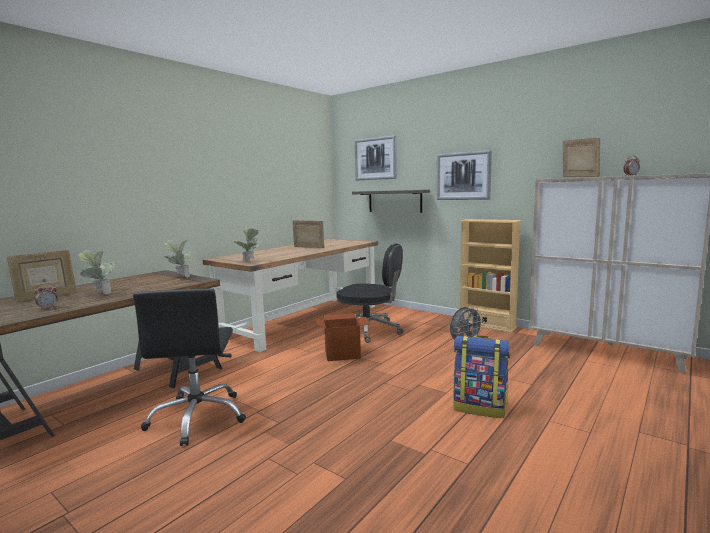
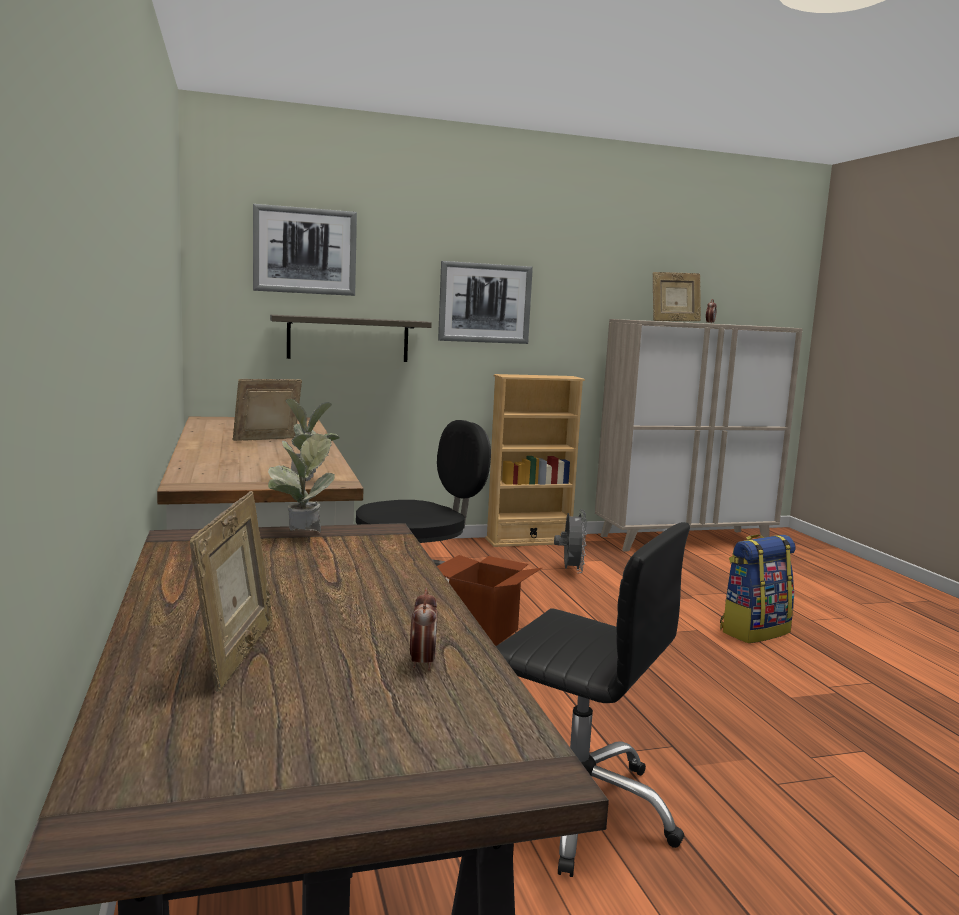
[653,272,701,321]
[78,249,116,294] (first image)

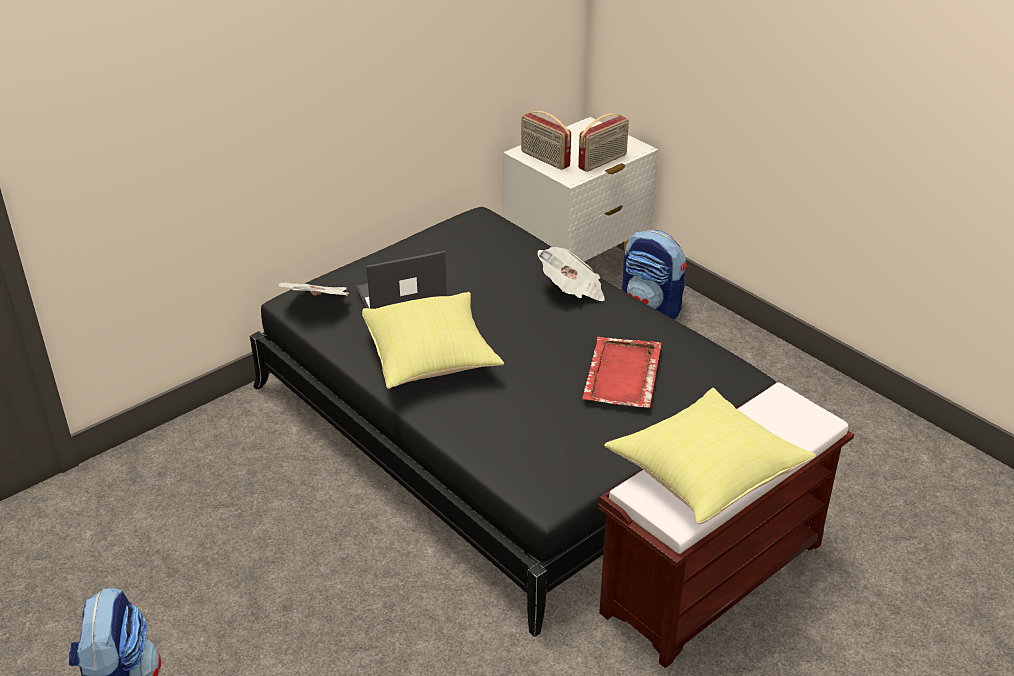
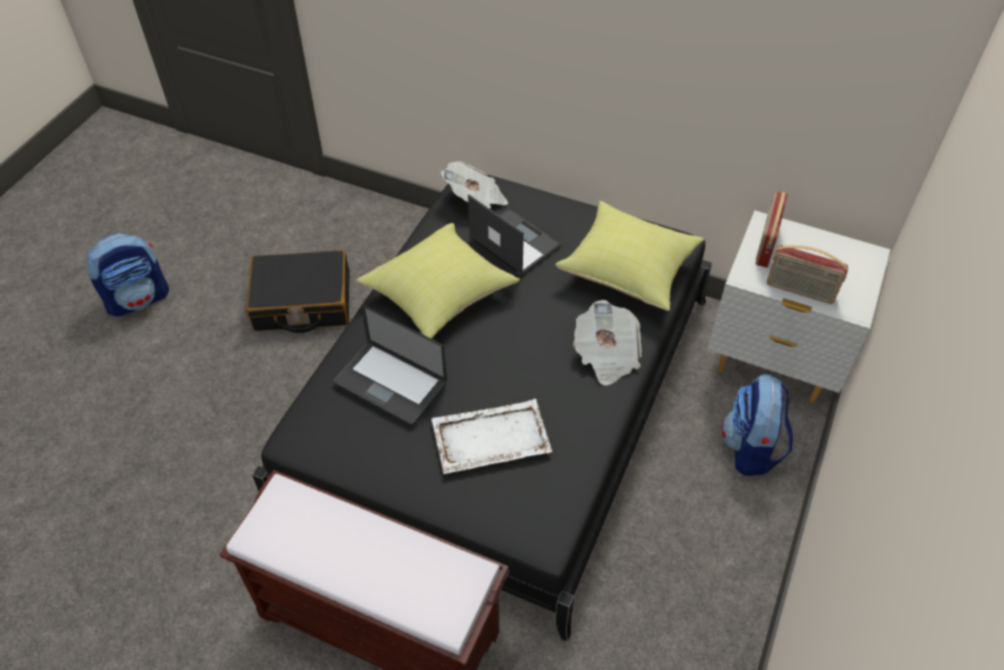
[431,398,552,474]
[555,201,704,311]
[246,250,349,333]
[333,305,447,426]

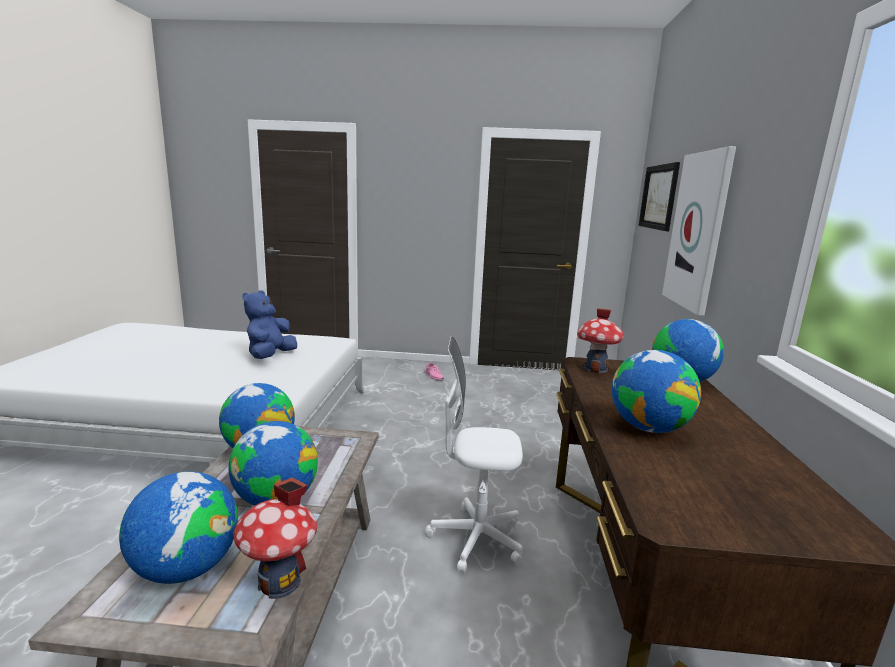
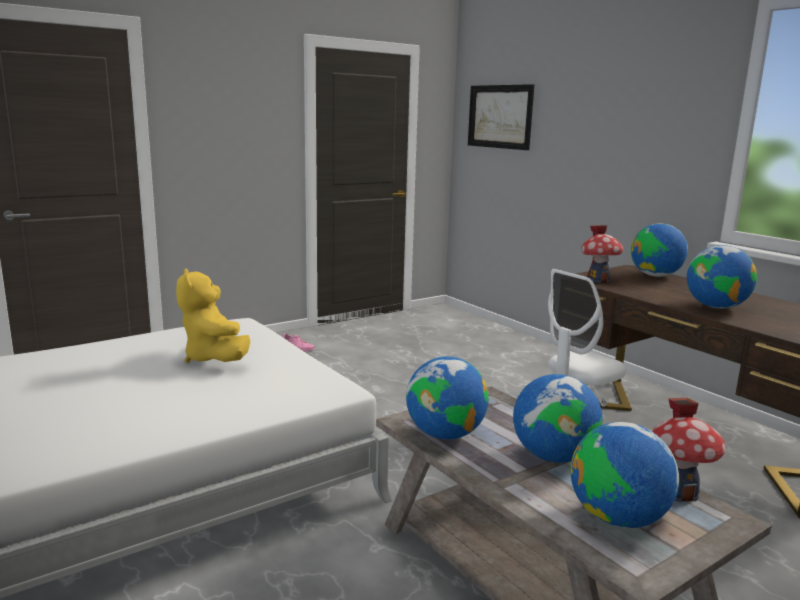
[662,146,736,316] (first image)
[176,269,250,363]

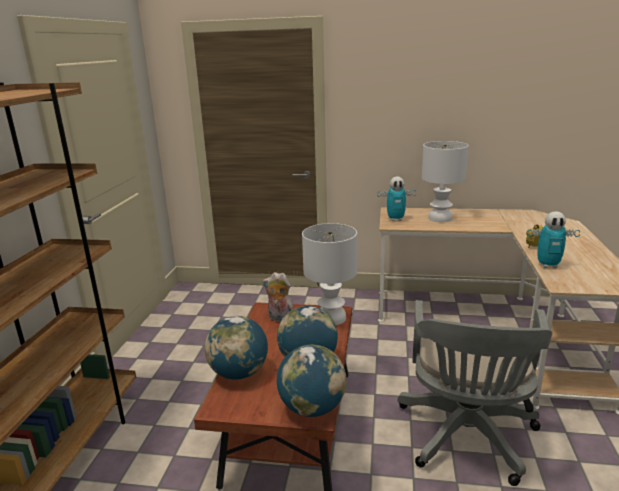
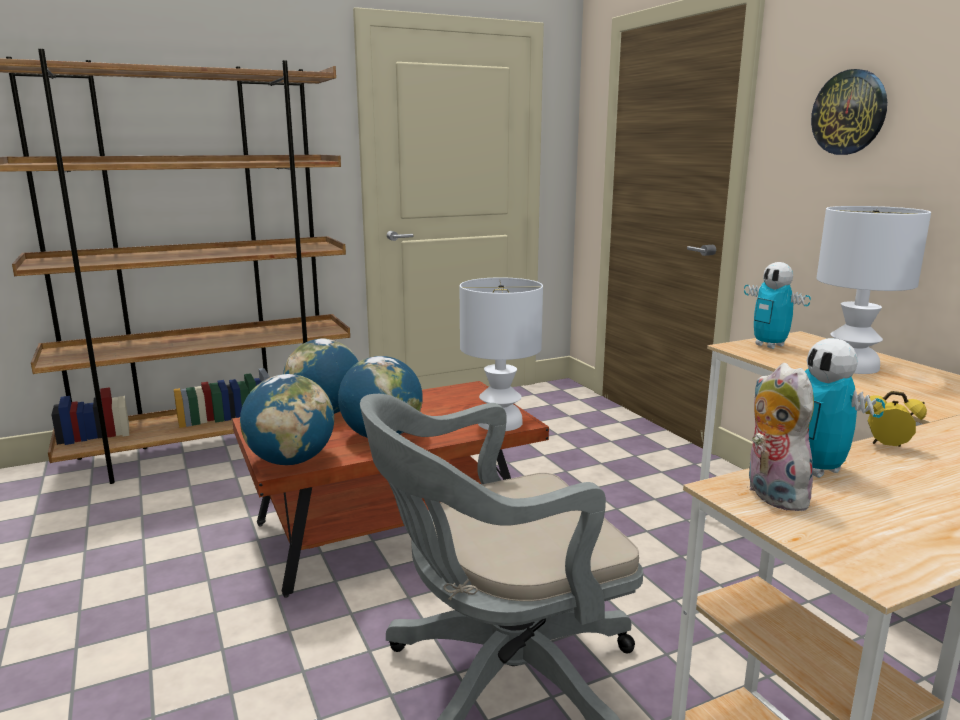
[749,363,818,511]
[811,69,887,155]

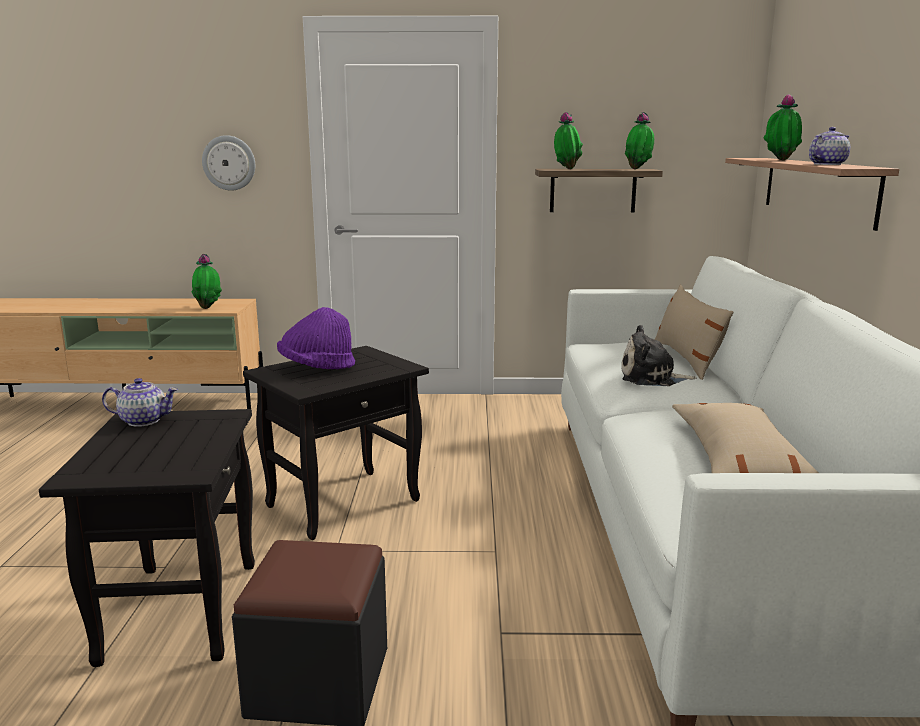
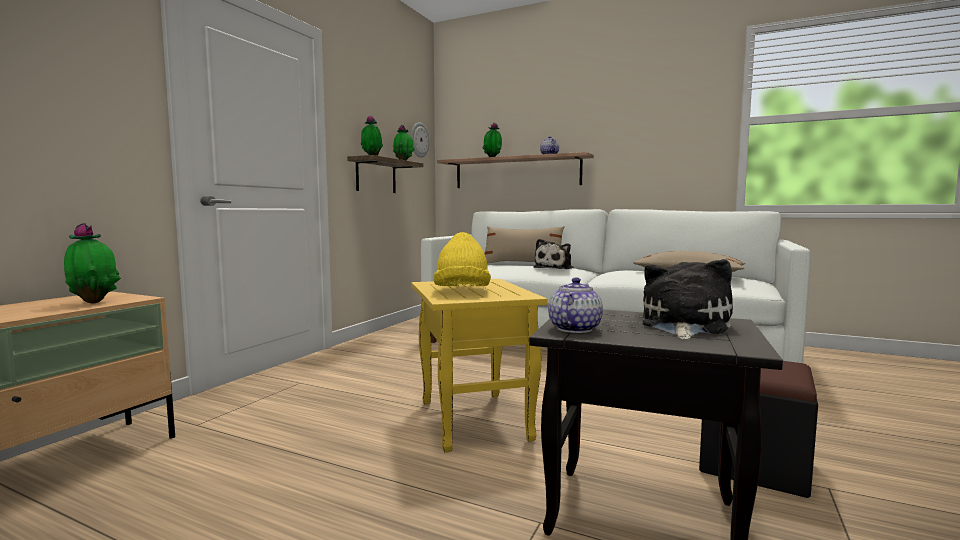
[411,122,430,158]
[434,232,491,286]
[411,279,548,453]
[643,259,733,340]

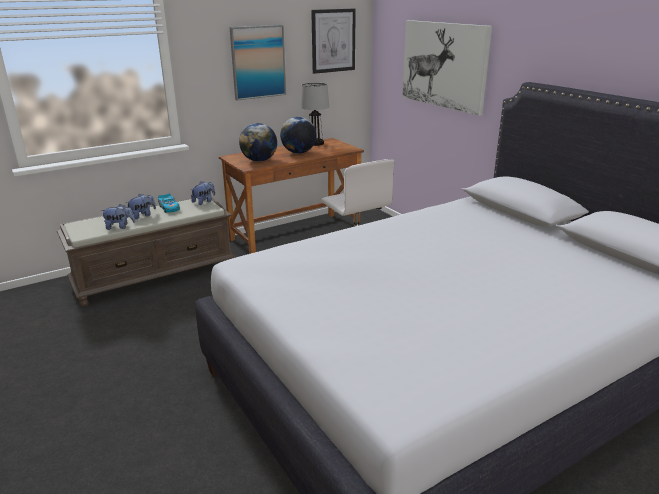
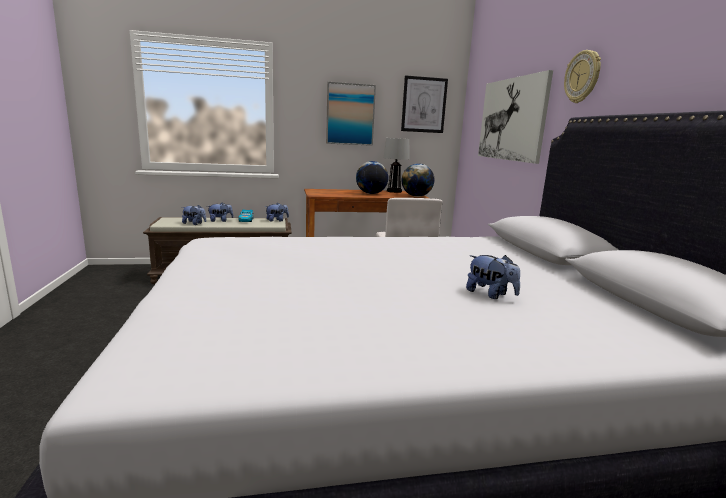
[401,163,434,197]
[564,50,601,103]
[466,255,520,299]

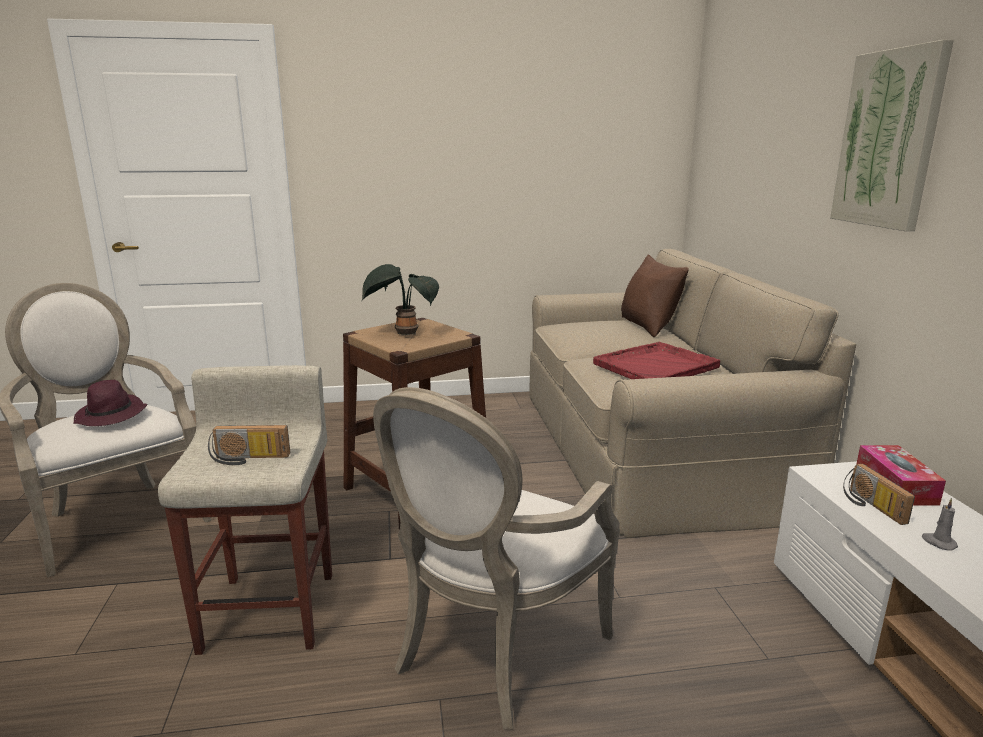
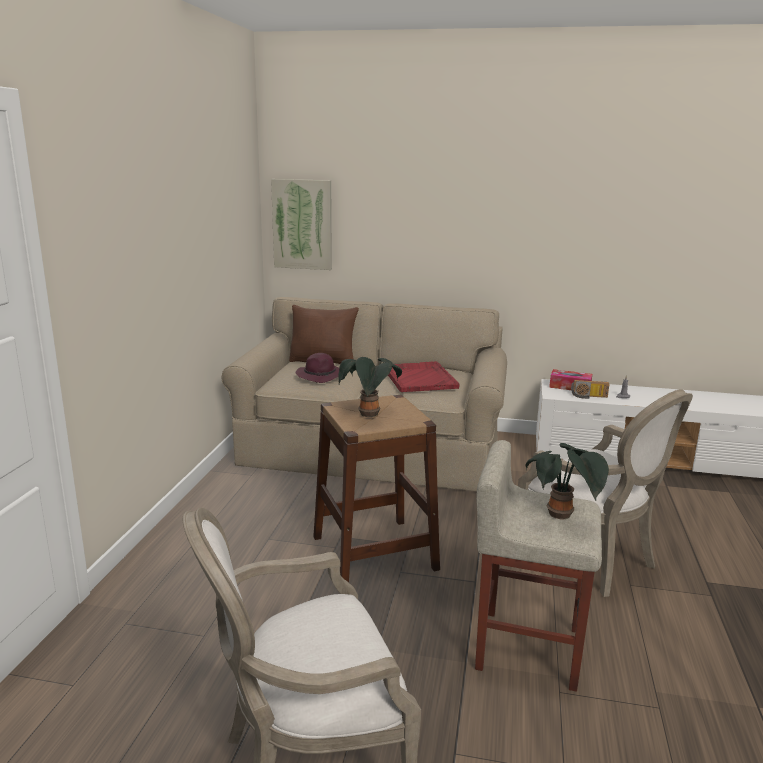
[271,179,332,270]
[296,353,339,383]
[525,443,609,519]

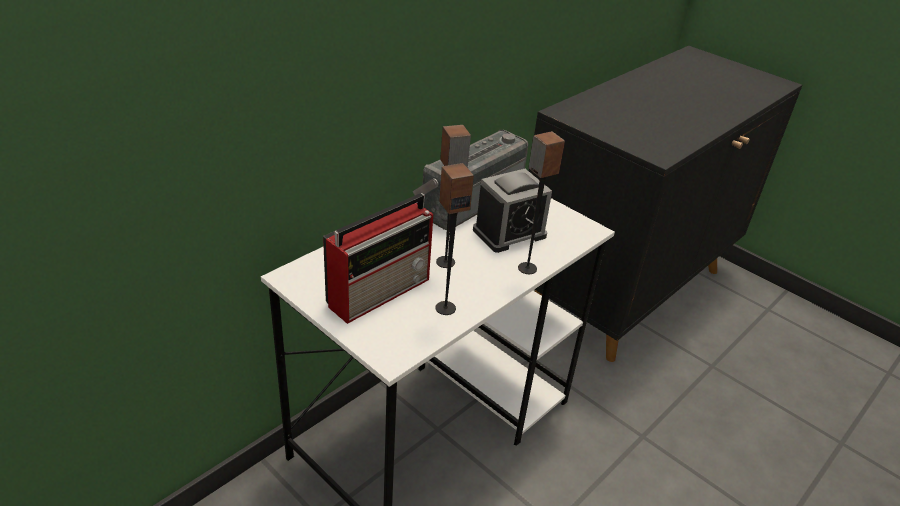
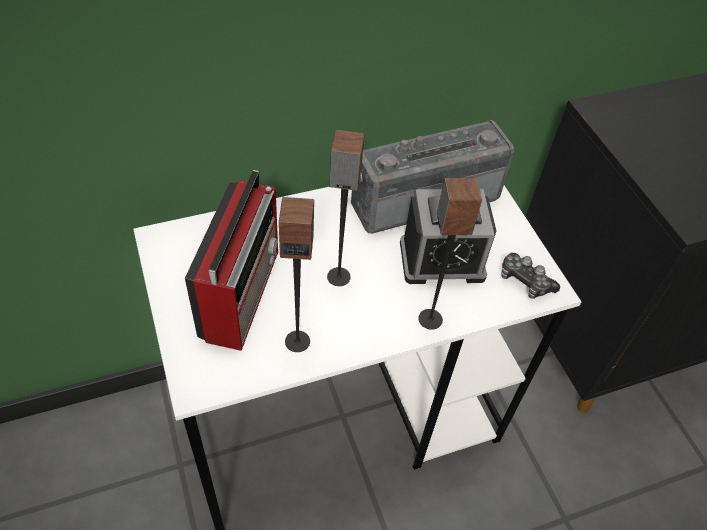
[185,170,278,351]
[501,253,560,299]

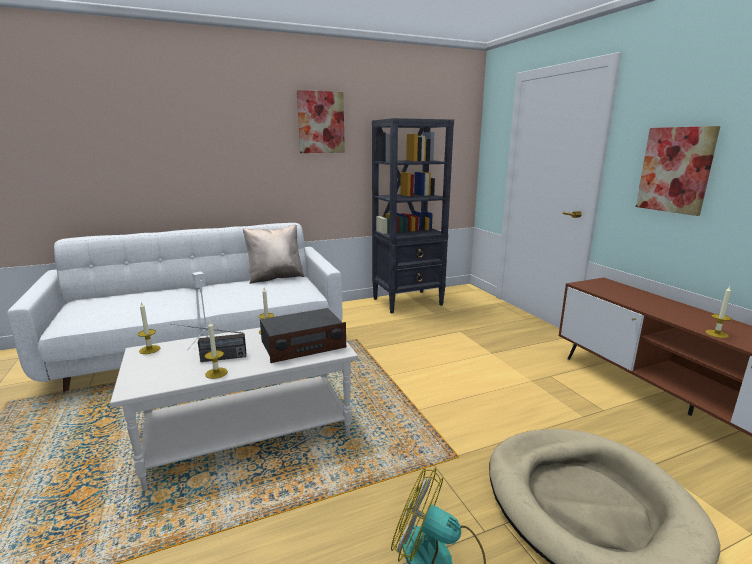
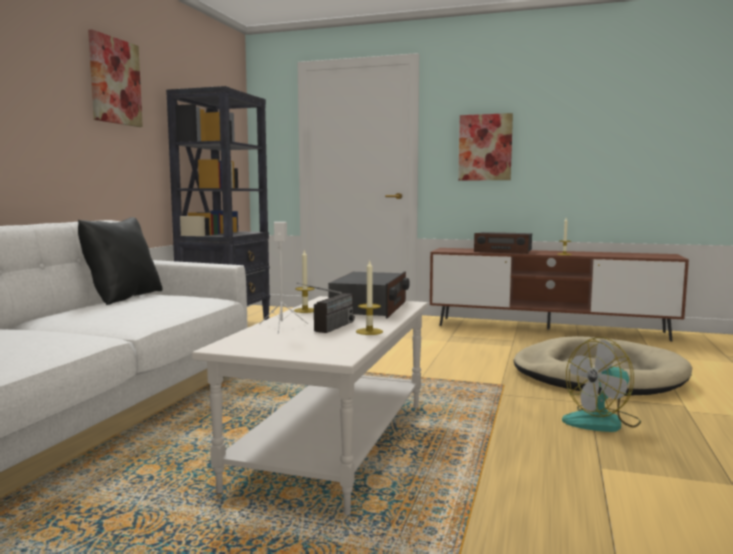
[78,217,162,305]
[138,302,160,354] (first image)
[474,232,532,254]

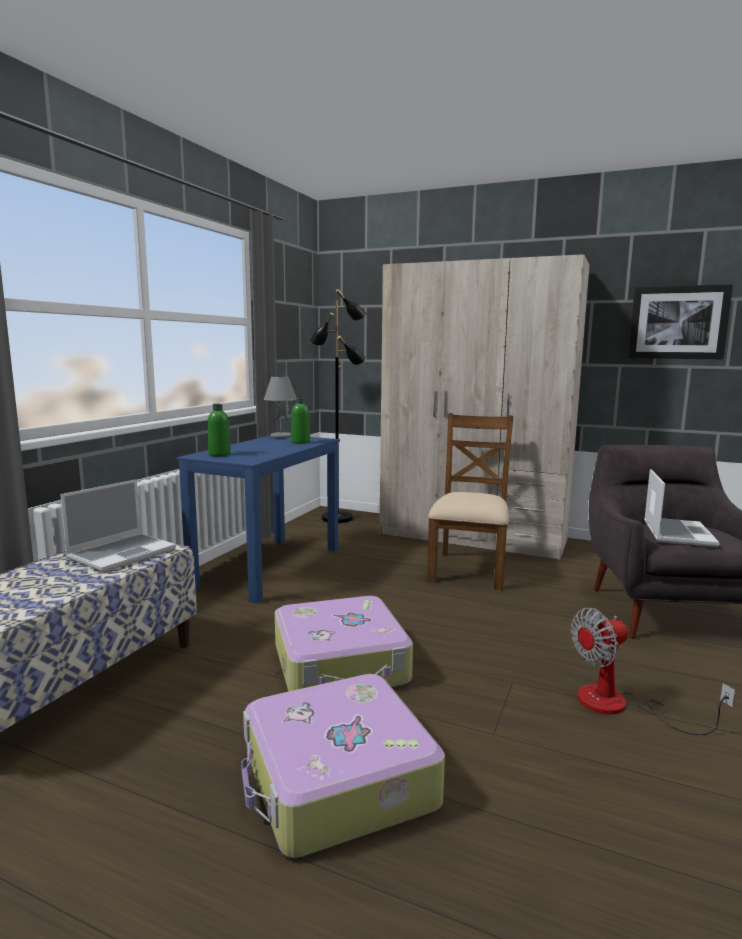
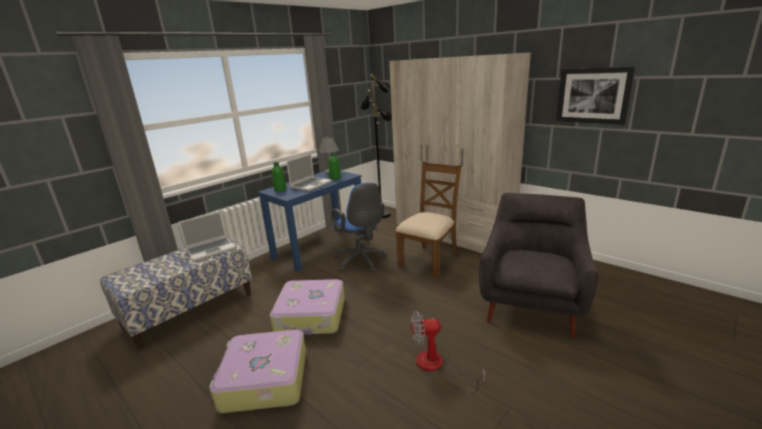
[286,154,332,191]
[331,183,387,272]

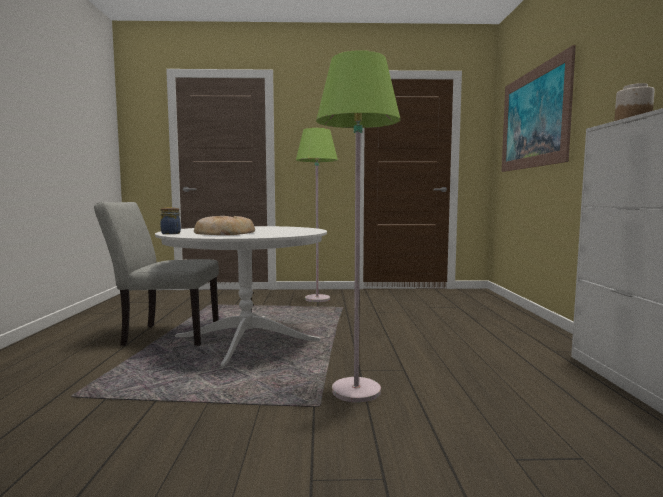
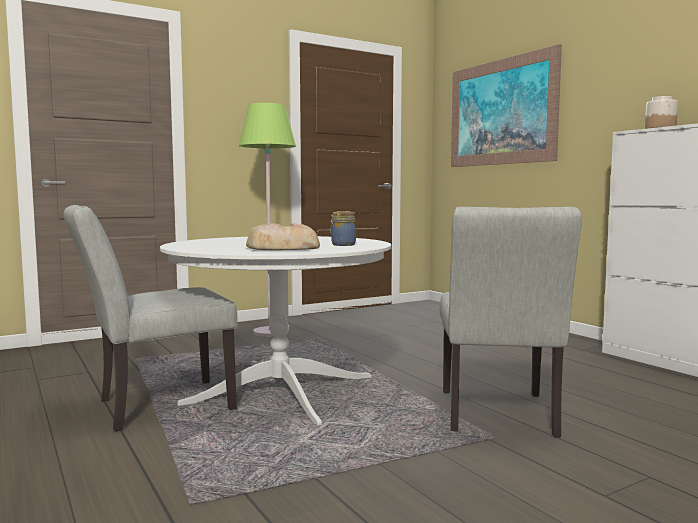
[440,207,582,438]
[330,211,356,246]

